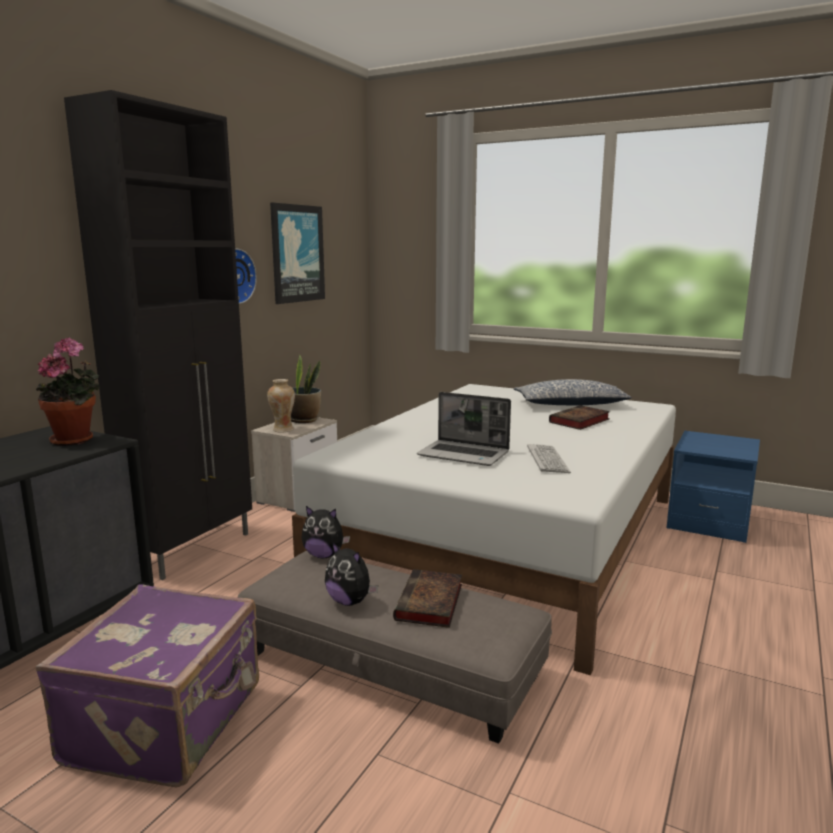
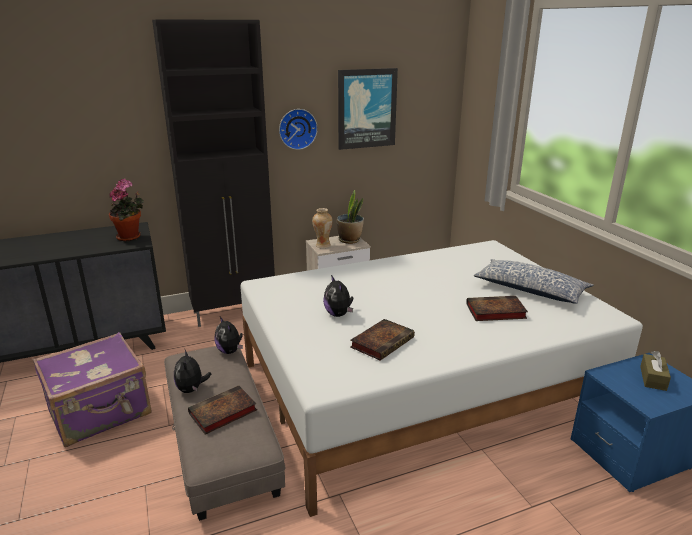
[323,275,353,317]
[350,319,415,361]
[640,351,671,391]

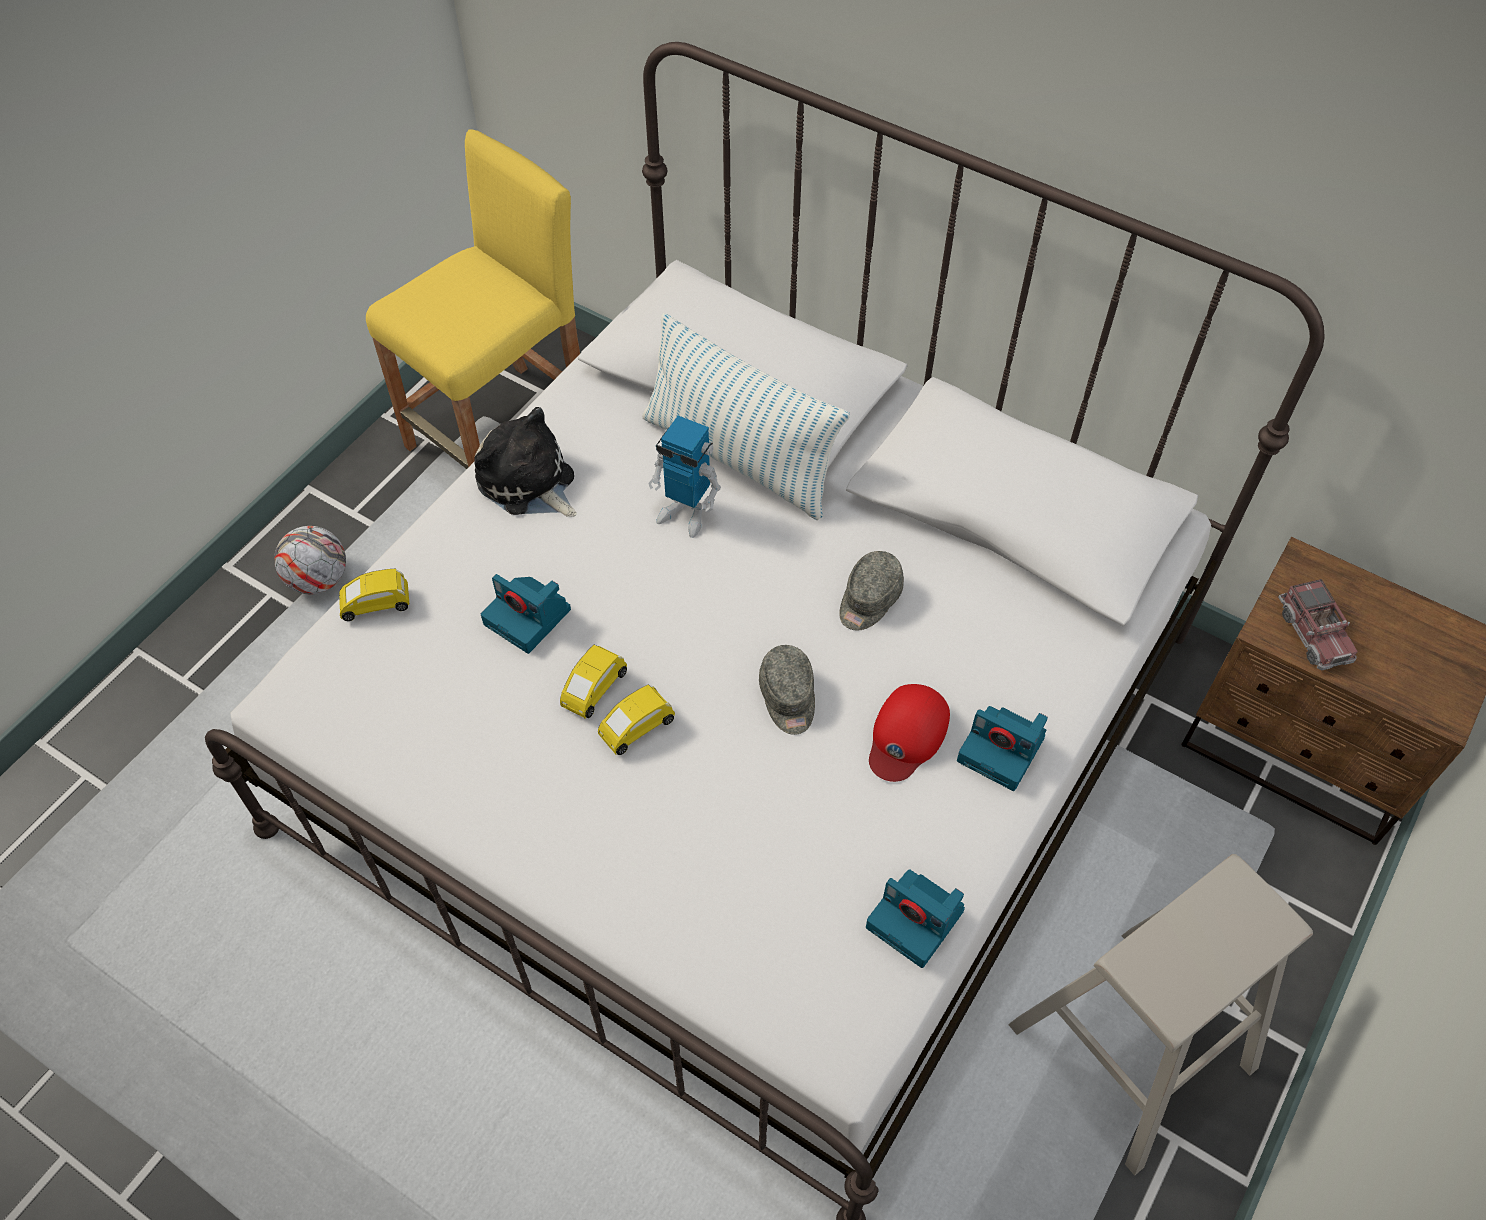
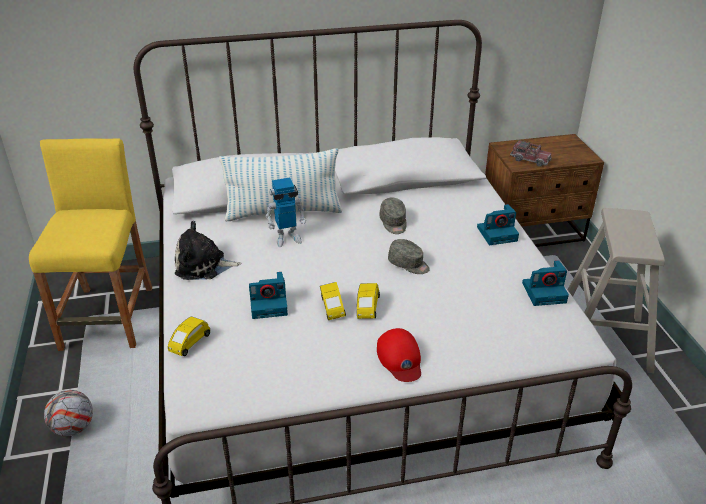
[377,328,421,382]

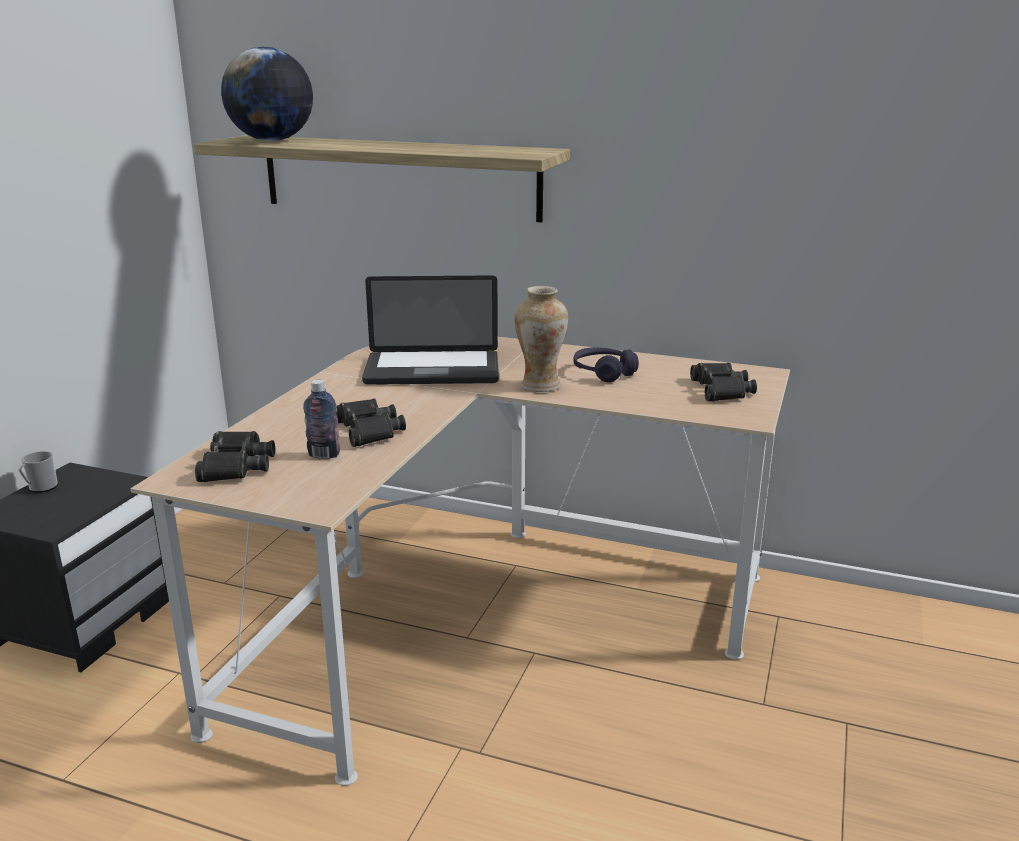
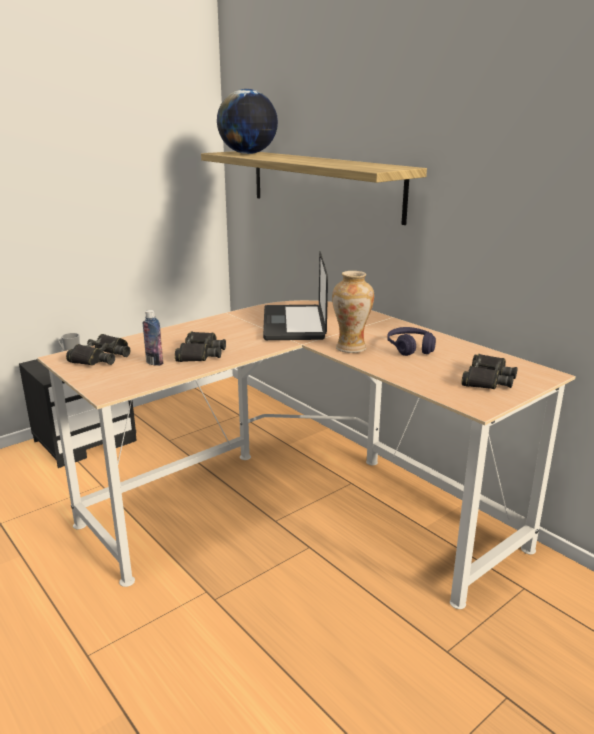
[263,251,328,340]

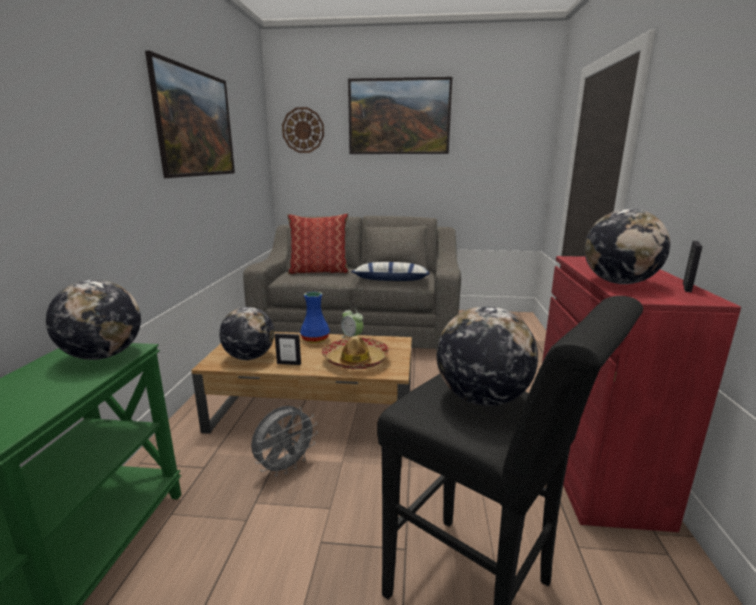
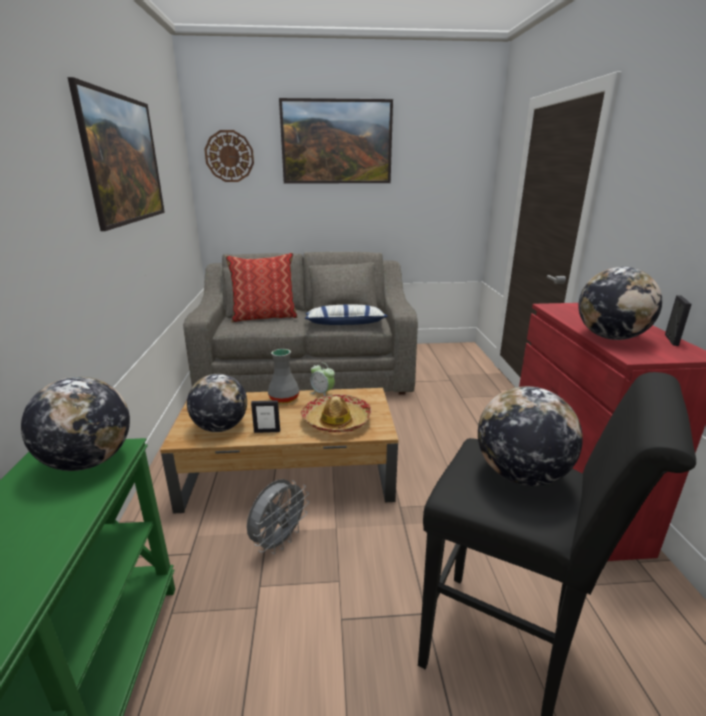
[268,349,299,404]

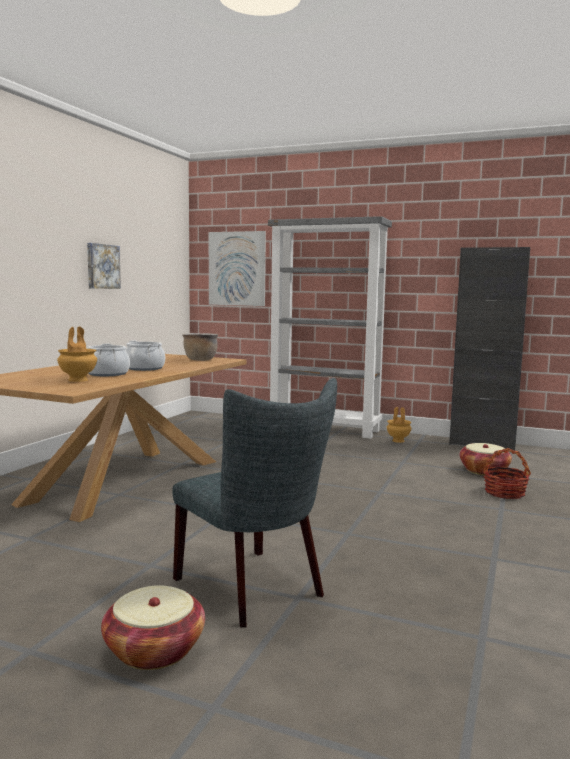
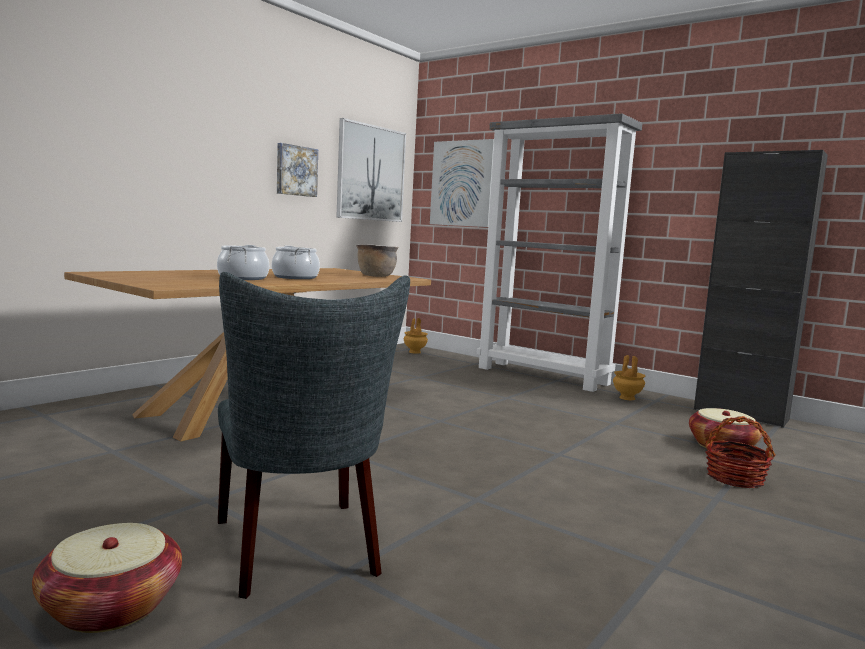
[404,318,428,354]
[336,118,406,222]

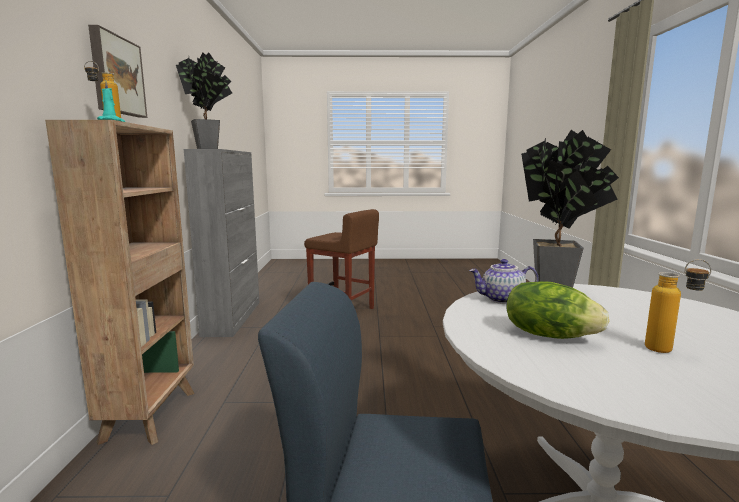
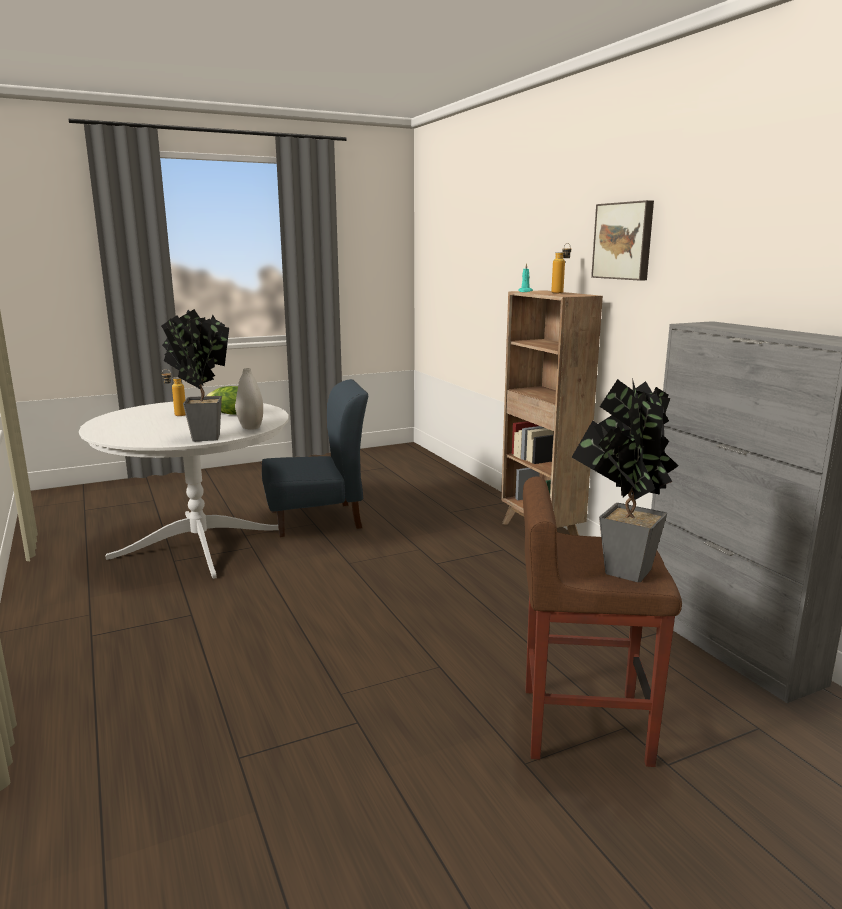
[572,378,678,582]
[235,368,263,429]

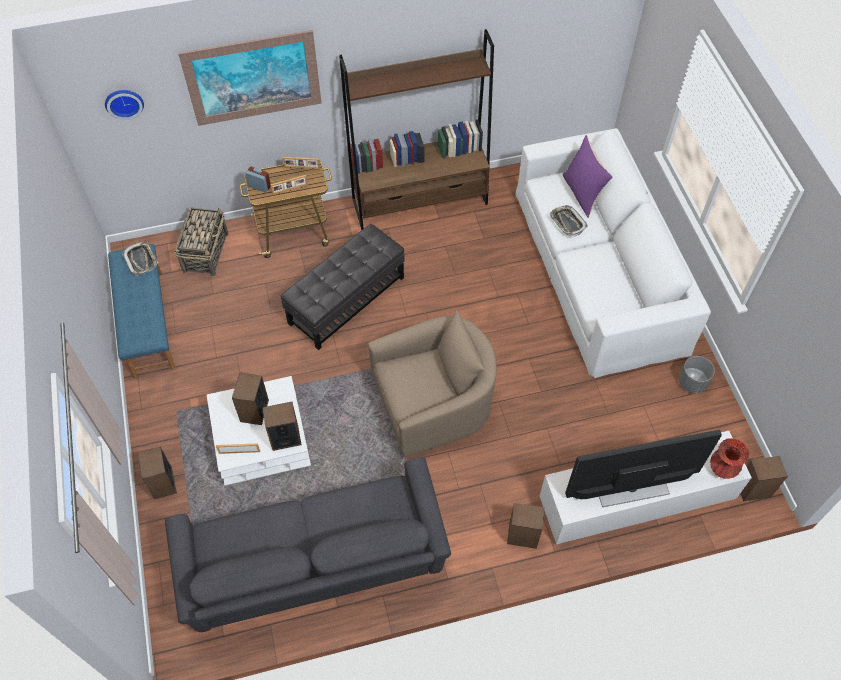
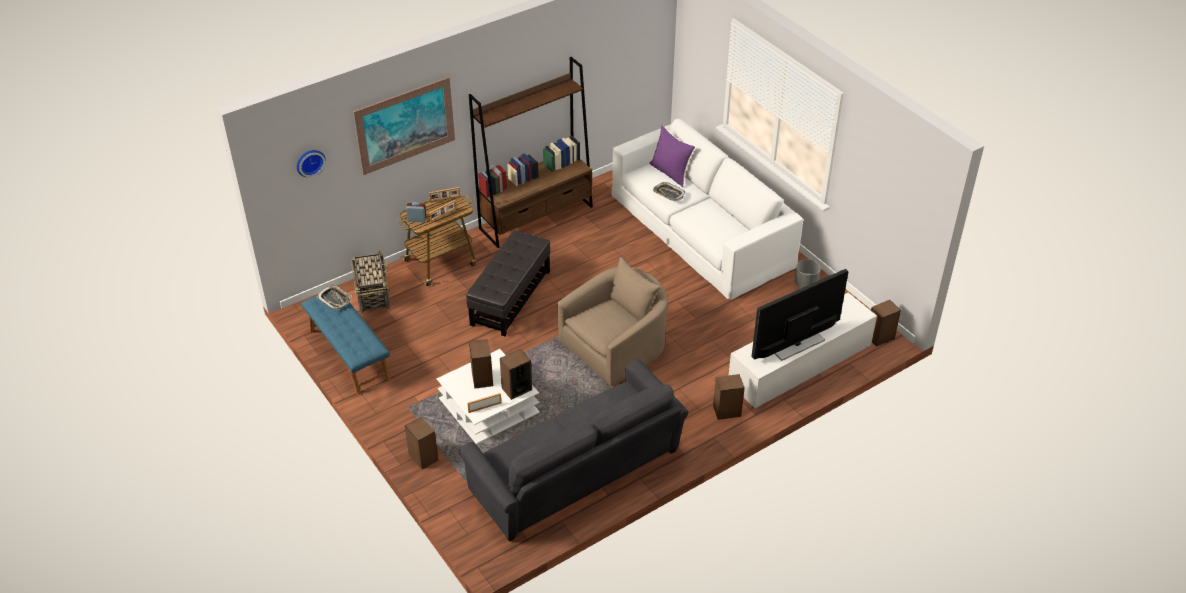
[710,438,749,479] (first image)

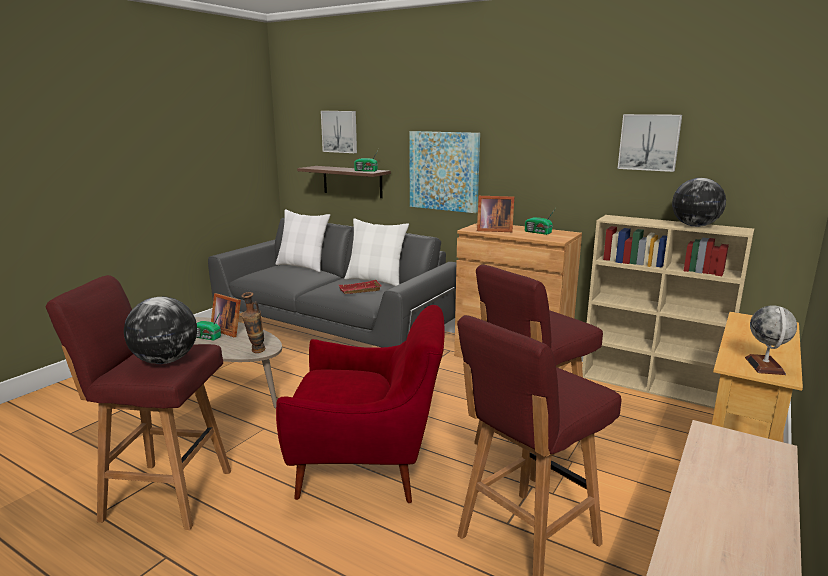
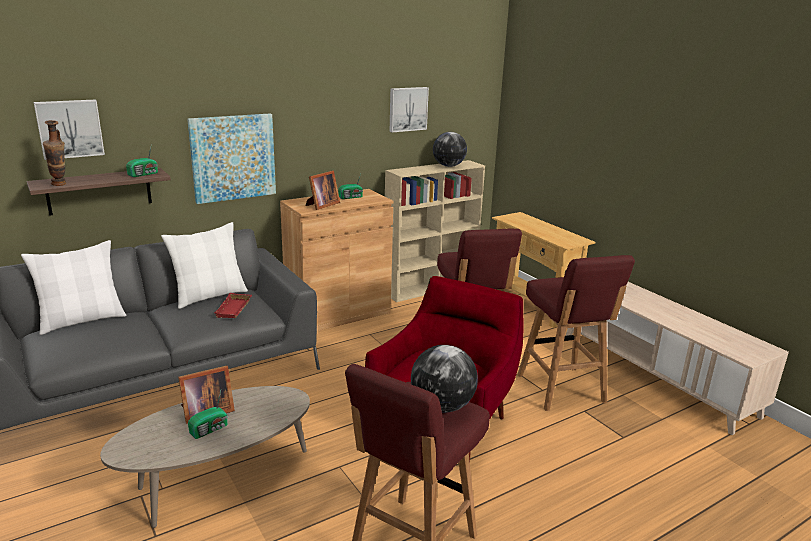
[43,120,66,186]
[745,305,797,375] (first image)

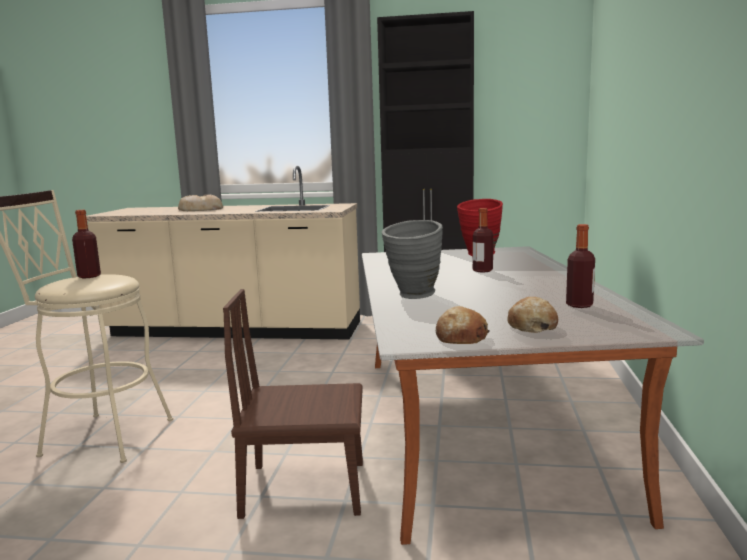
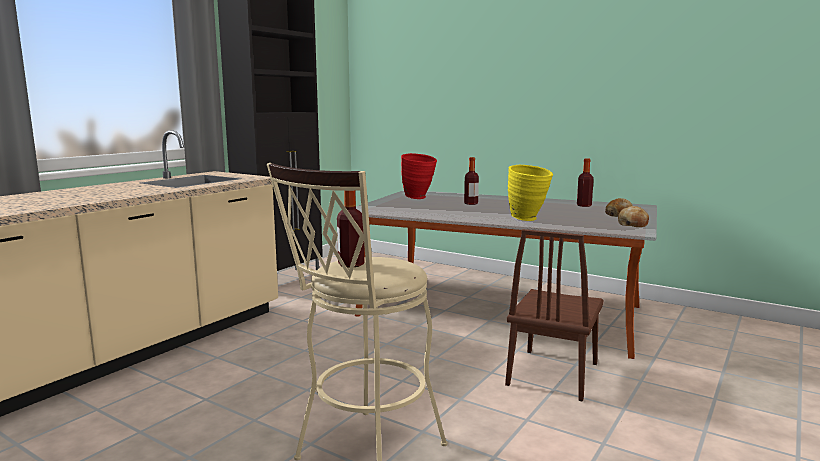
[178,194,223,211] (first image)
[508,165,553,221]

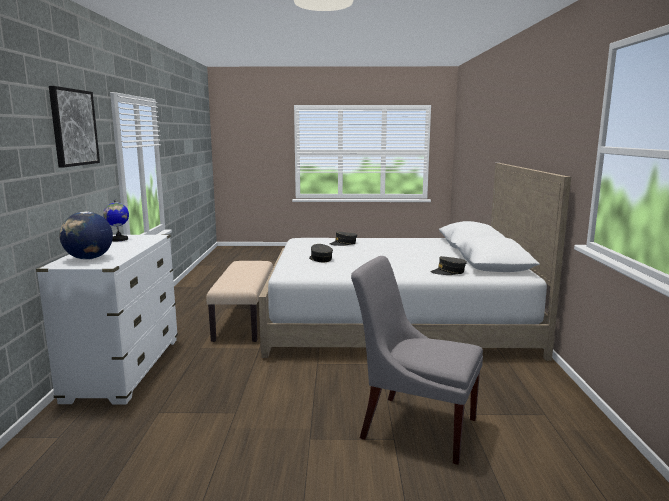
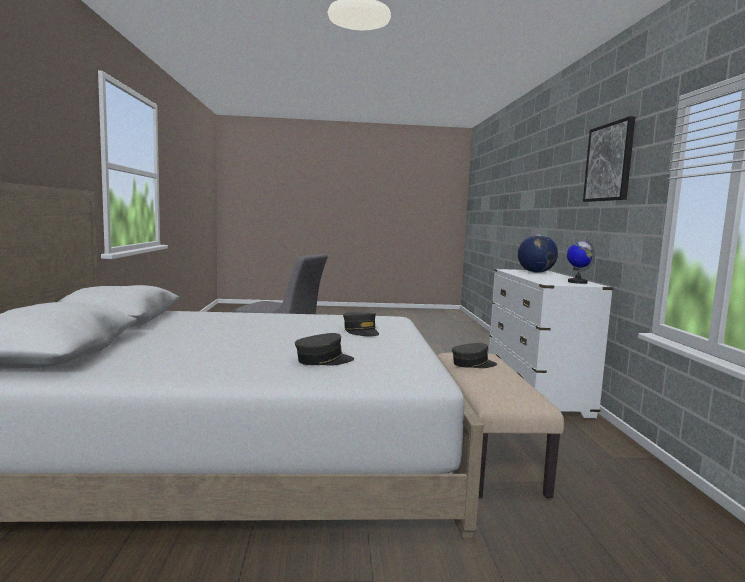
[452,343,497,368]

